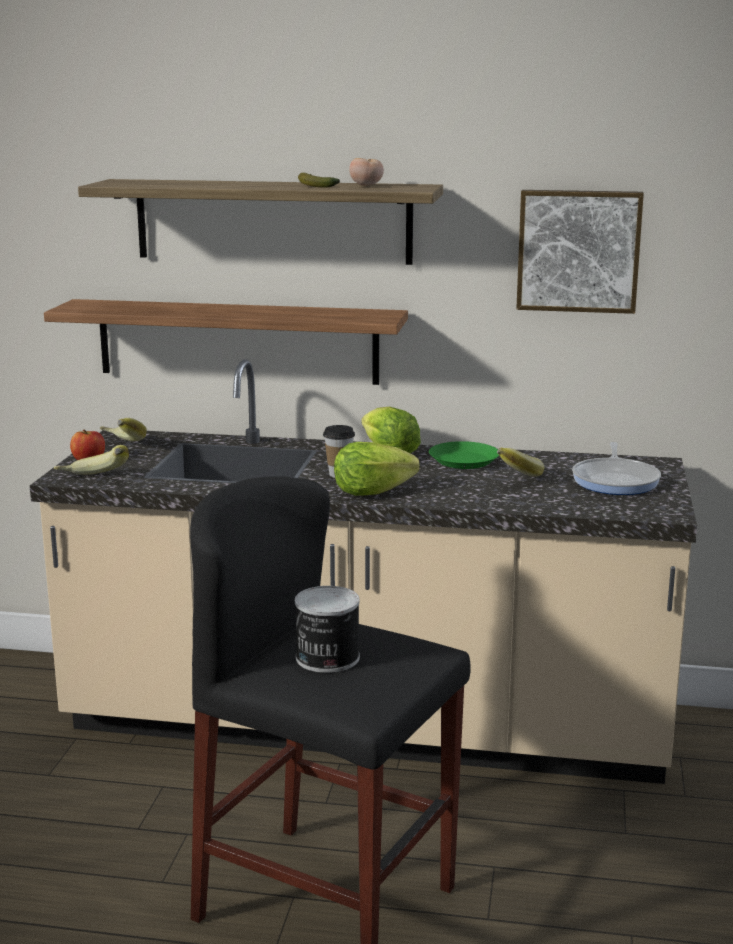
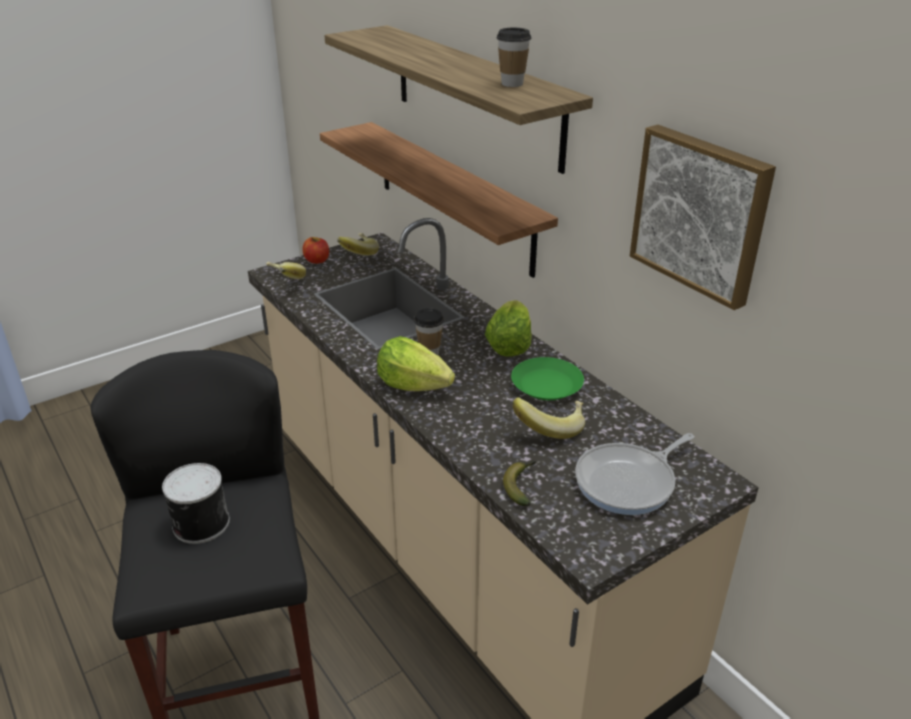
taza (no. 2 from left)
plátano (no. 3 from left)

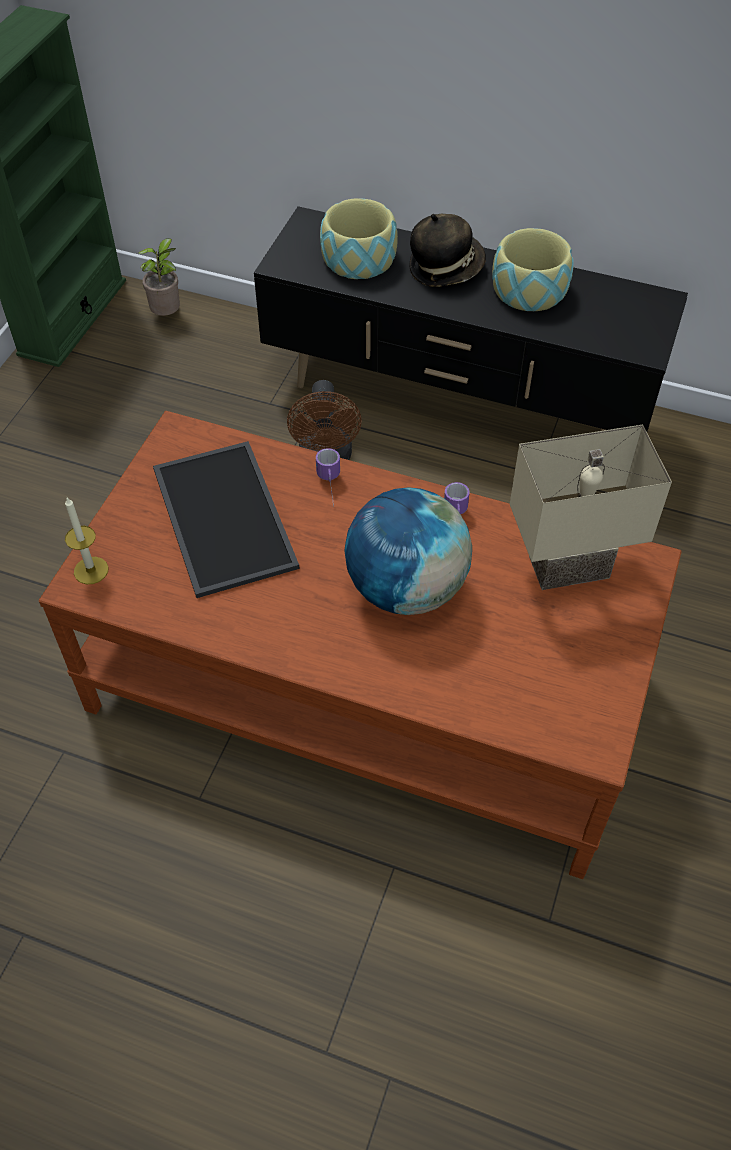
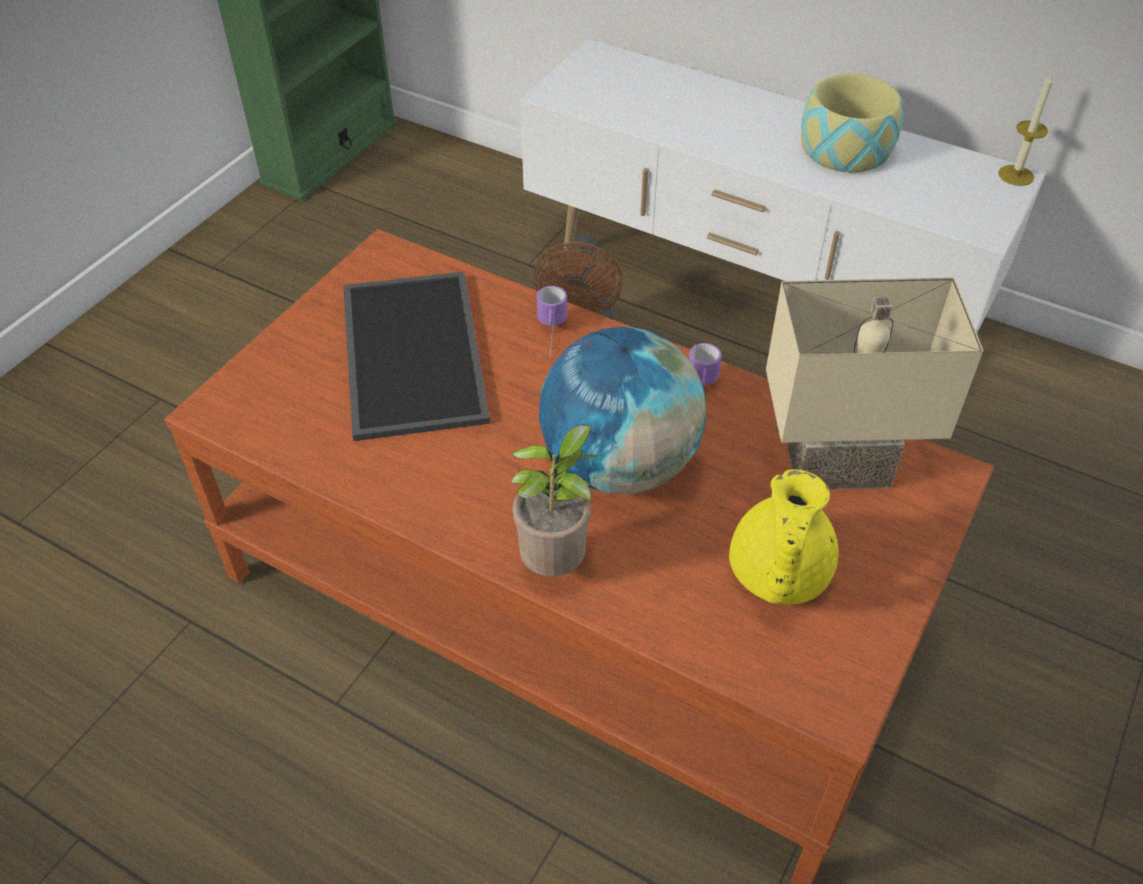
planta en maceta
mueble de televisión [blanco]
tetera [amarillo]
vela
cuenco (no. 1 from left in the first image)
sombrero

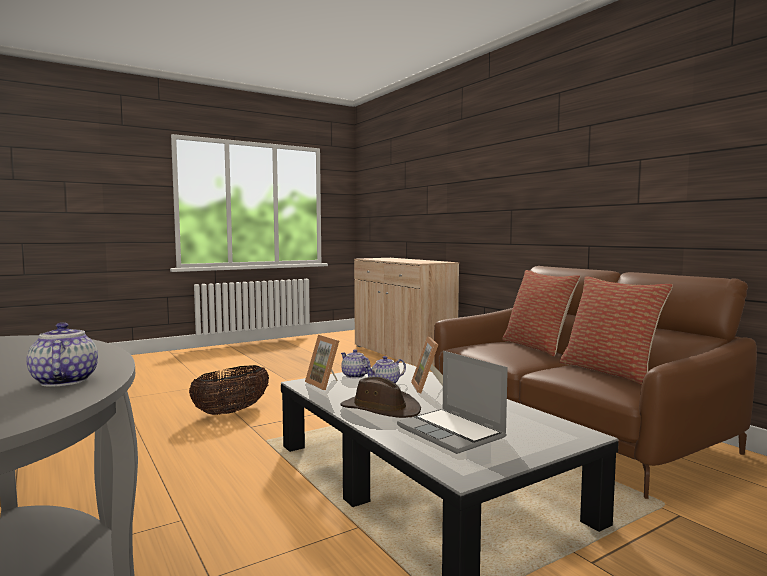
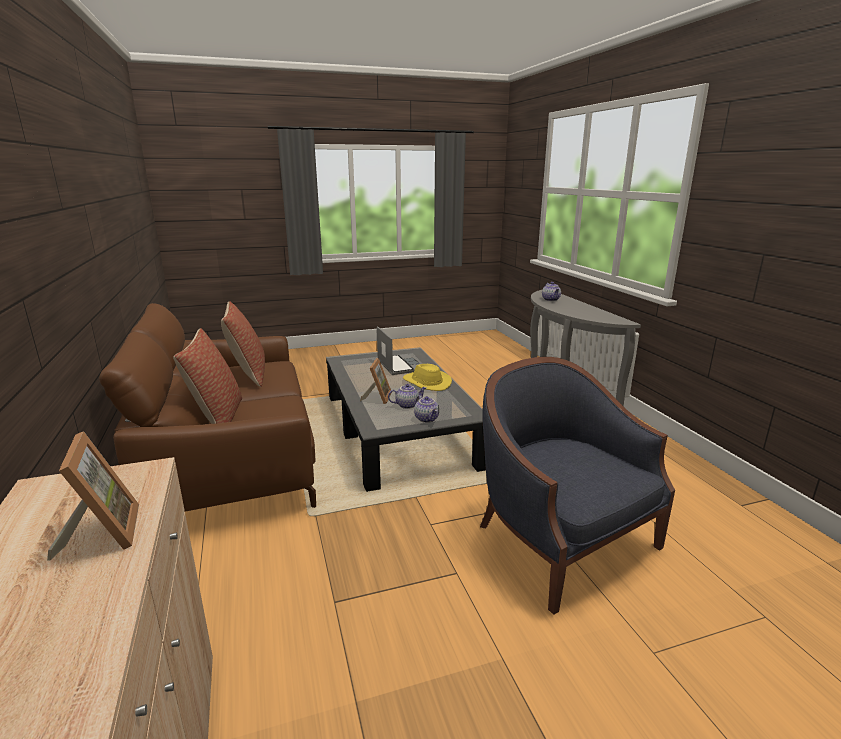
portarretratos (no. 1 from left)
sombrero [amarillo]
sillón [azul]

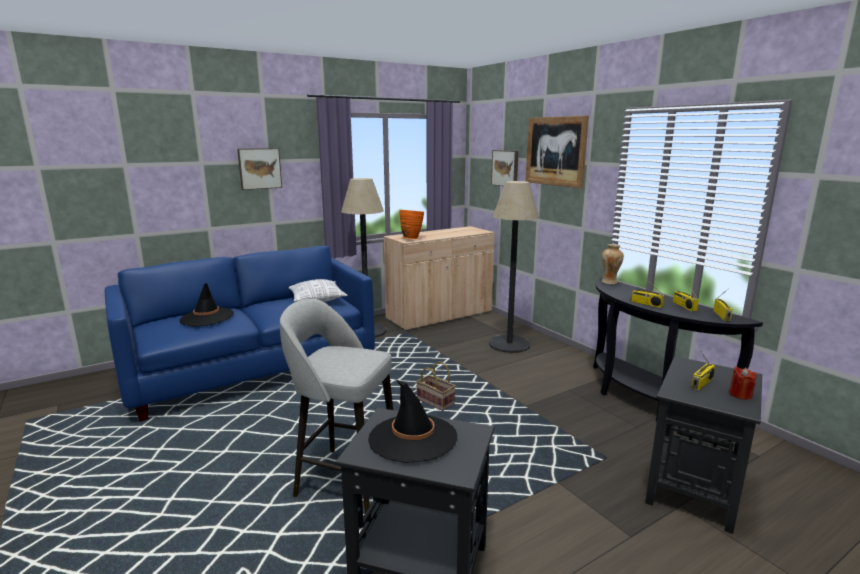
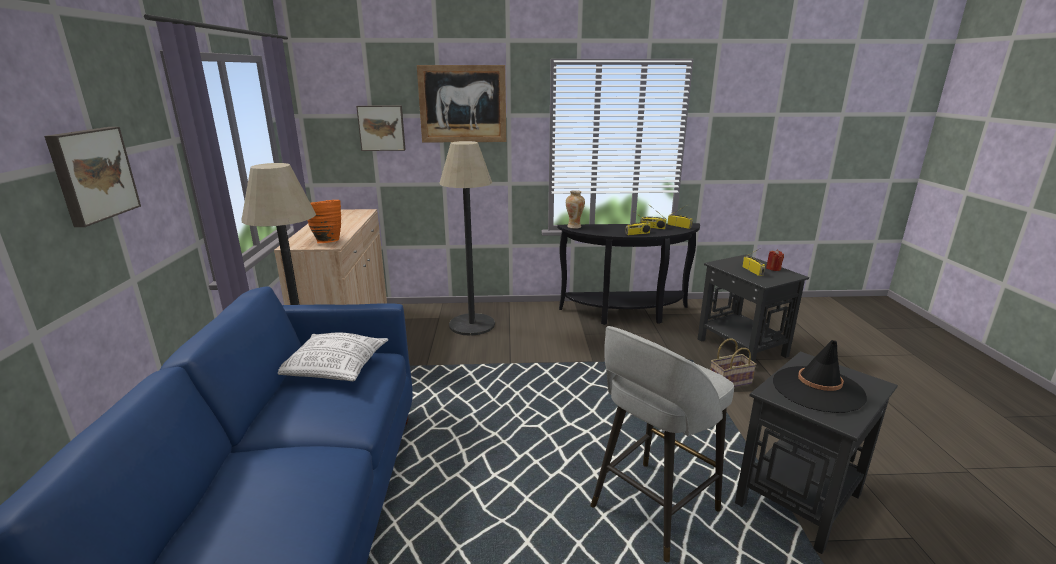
cesta
sombrero [negro] (no. 1 from left in the first image)

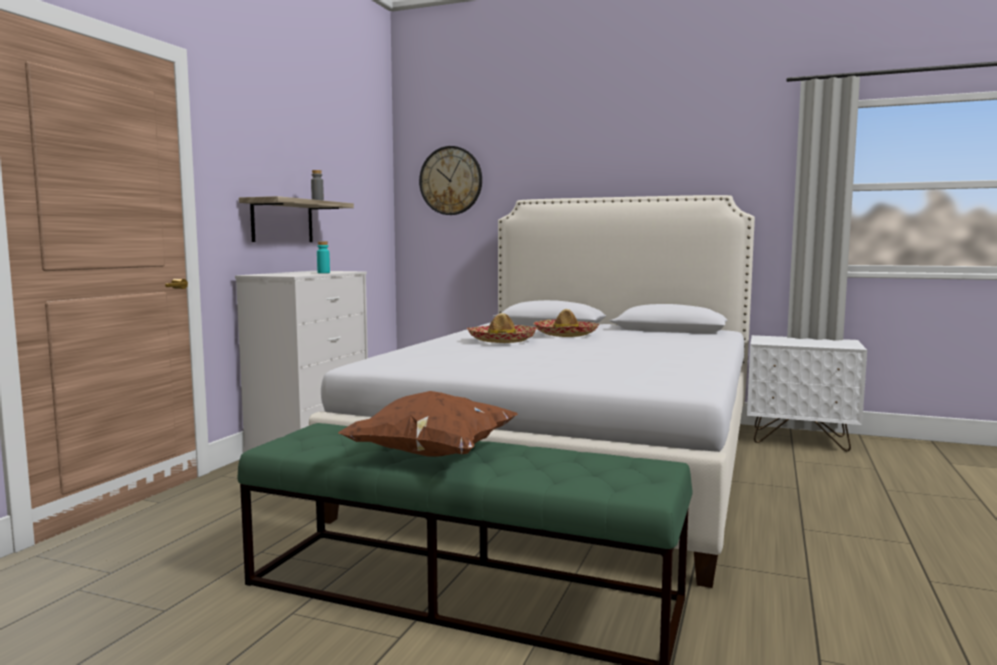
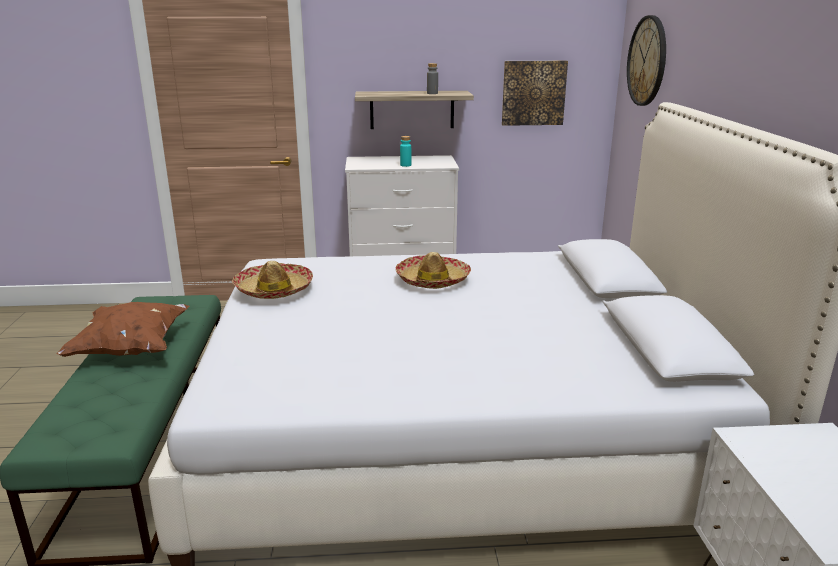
sombrero (no. 1 from left)
cuadro

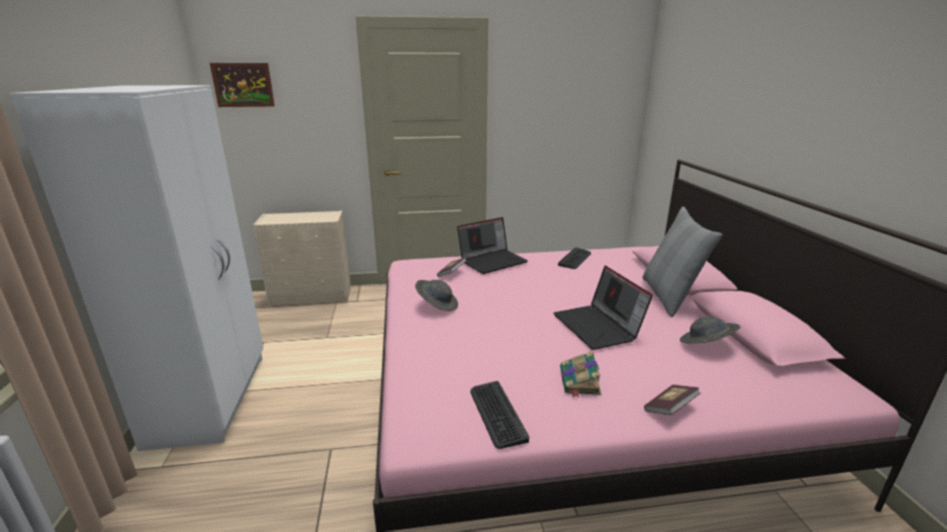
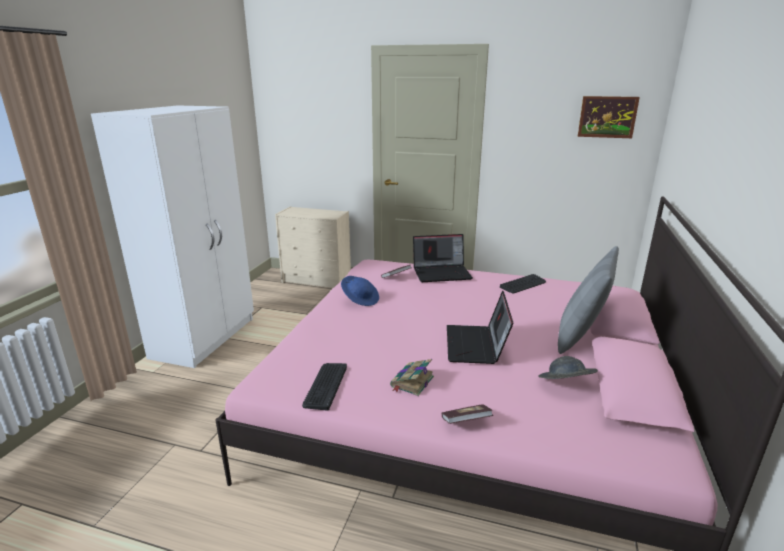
sombrero [azul]
cuadro

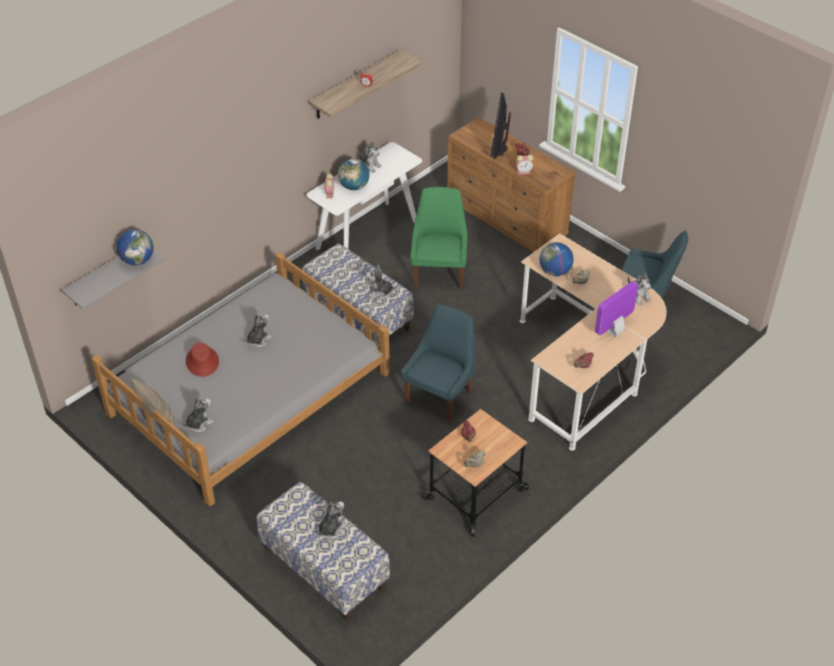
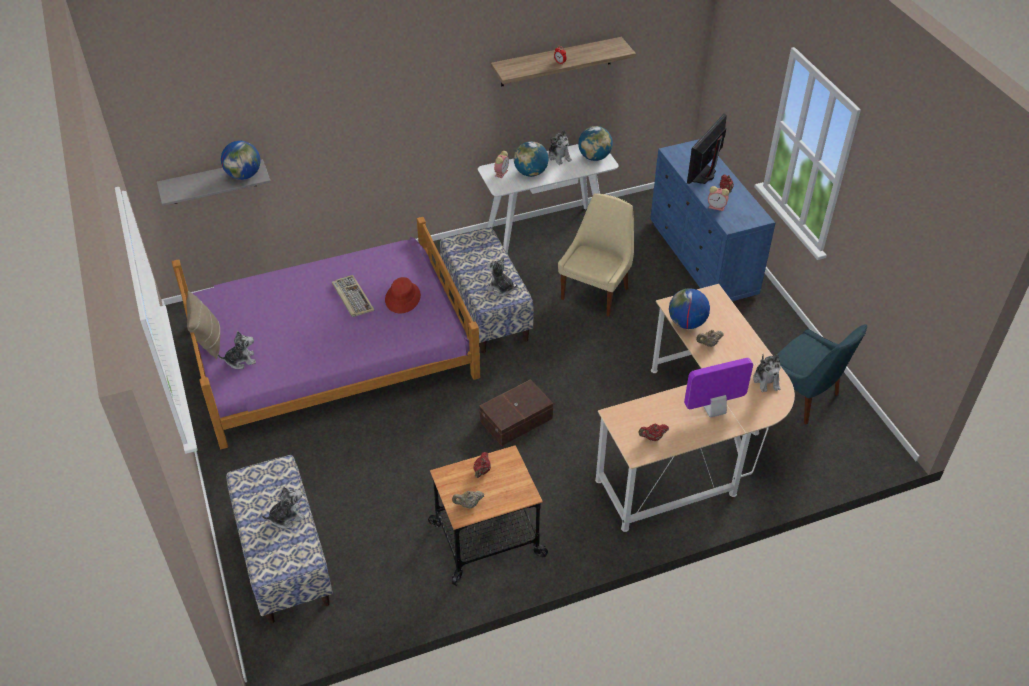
cama [morado]
teclado
sombrero [rojo]
caja de almacenaje [marrón]
silla [beis]
globo terráqueo (no. 3 from left)
cómoda [azul]

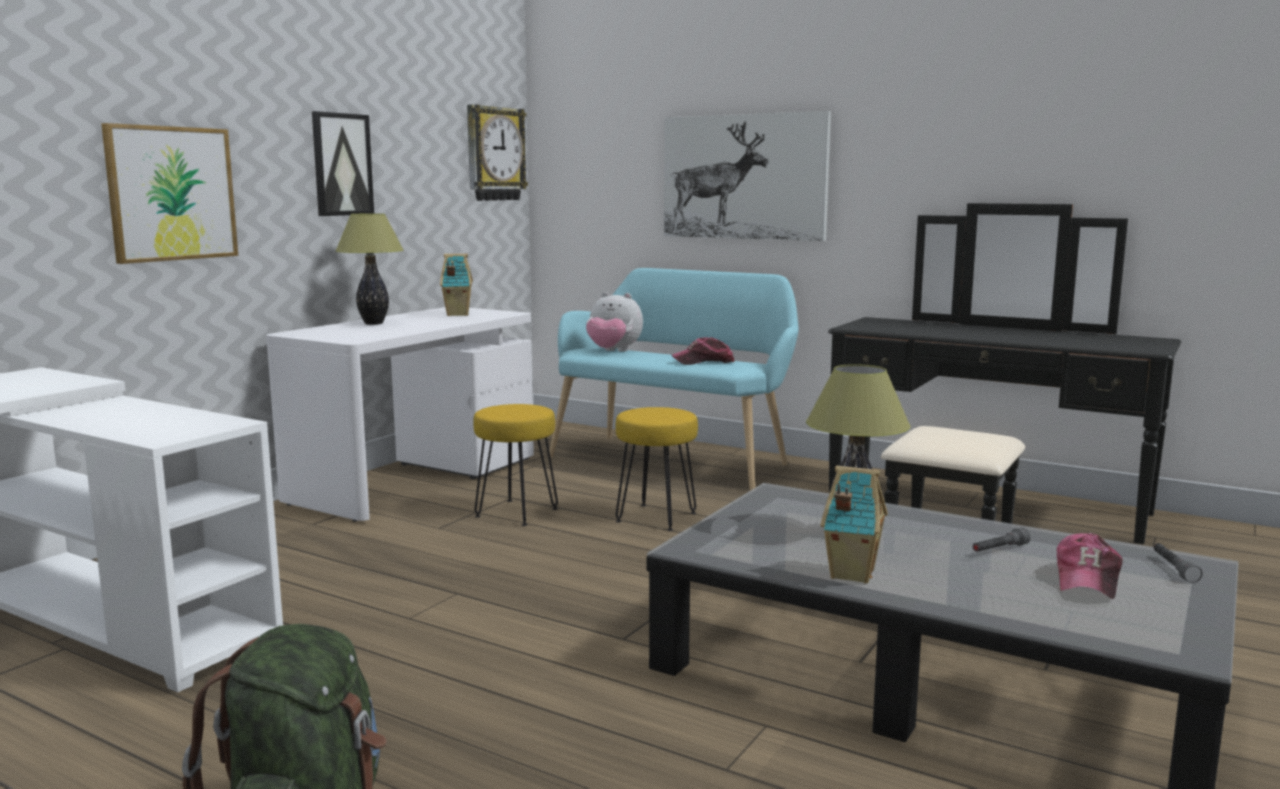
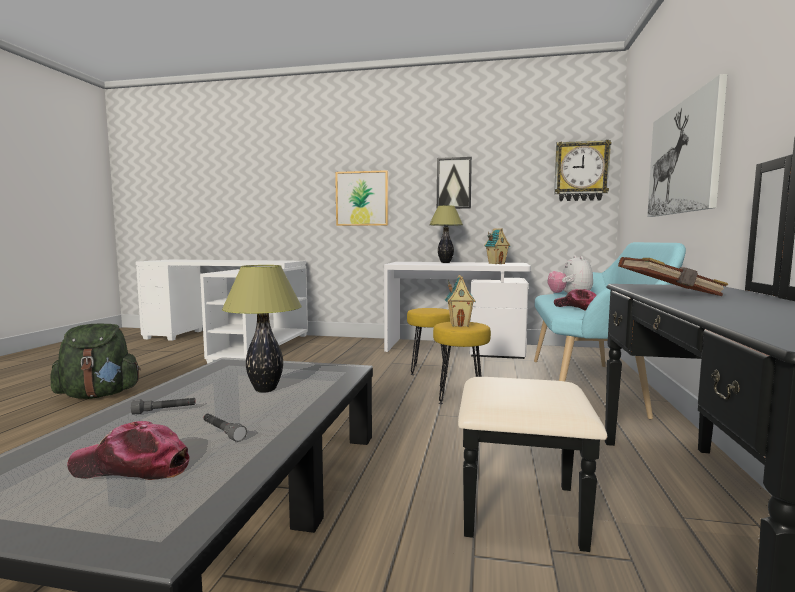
linterna [gris] (no. 1 from left)
casita (no. 1 from left)
libro [marrón]

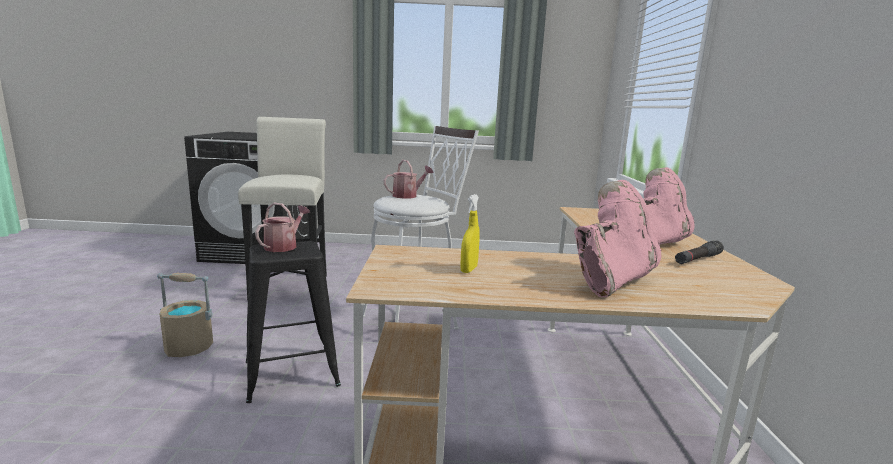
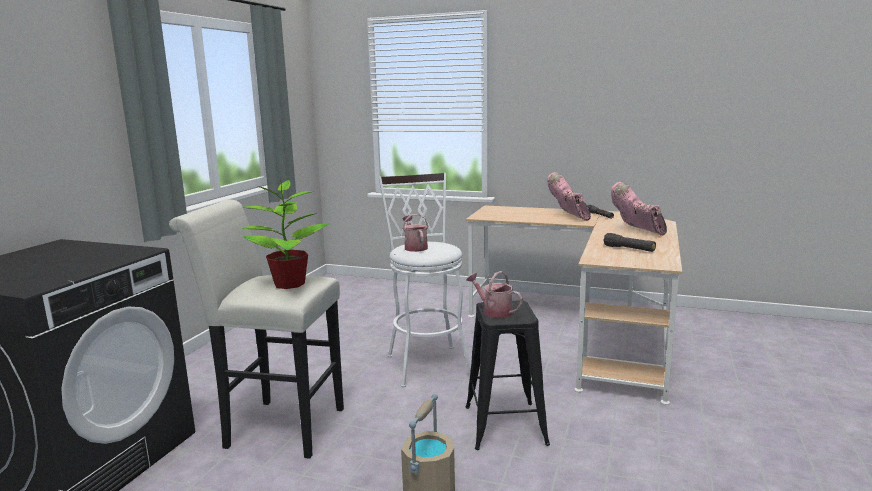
planta en maceta
linterna [negro] (no. 2 from left)

